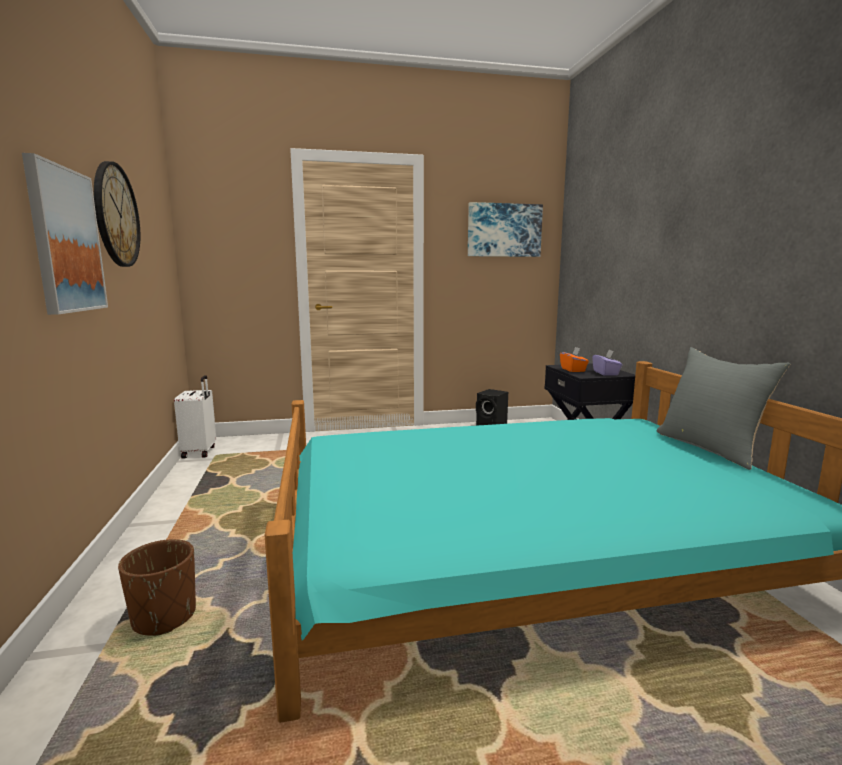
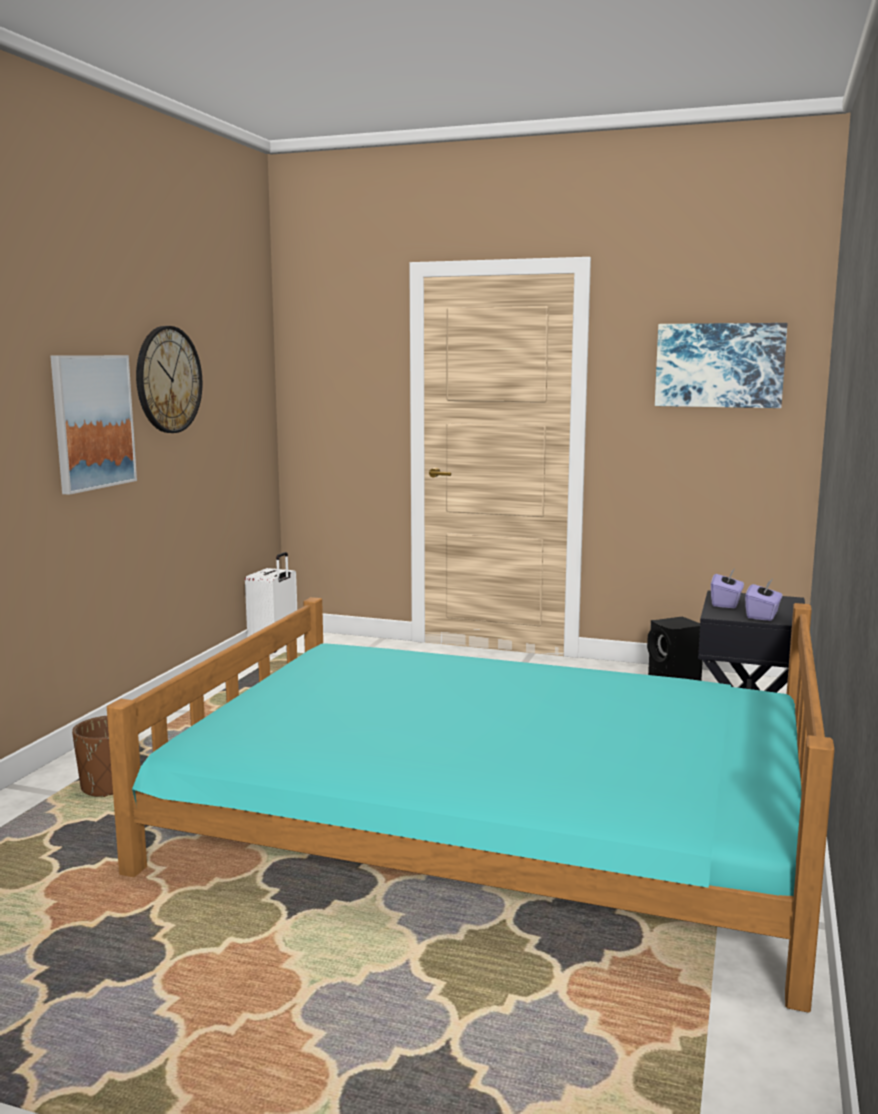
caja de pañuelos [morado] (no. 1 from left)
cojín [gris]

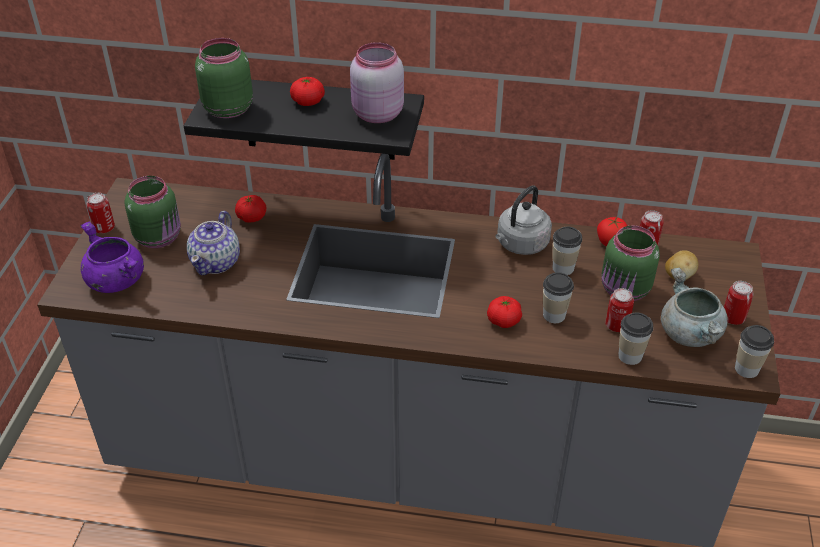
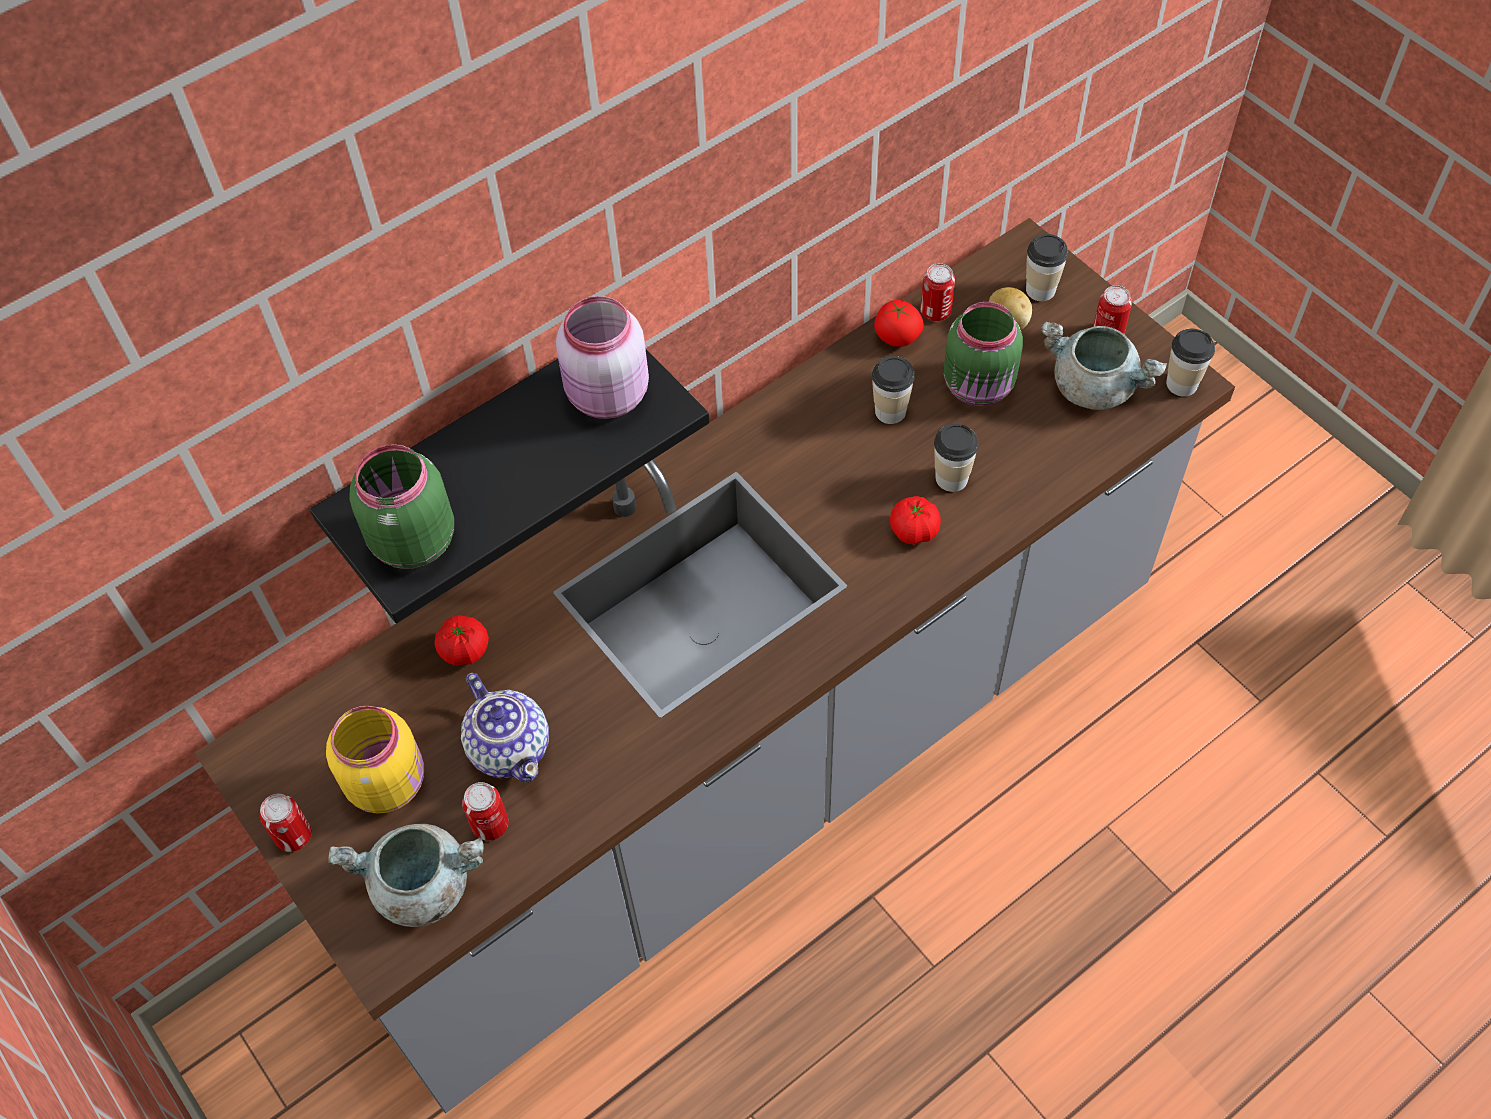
tarro [amarillo]
olla [gris] (no. 1 from left)
lata (no. 2 from left)
taza (no. 3 from left)
tomate (no. 2 from left in the first image)
hervidor [gris]

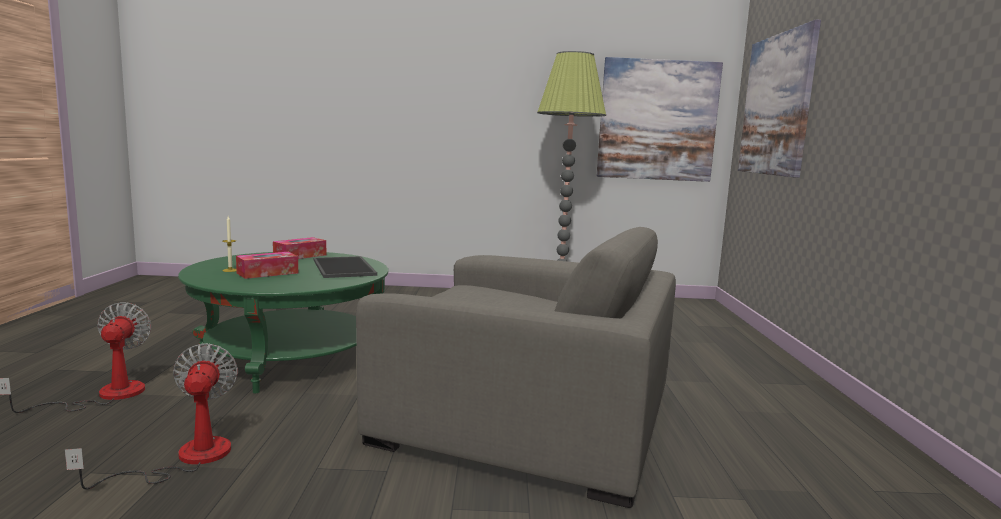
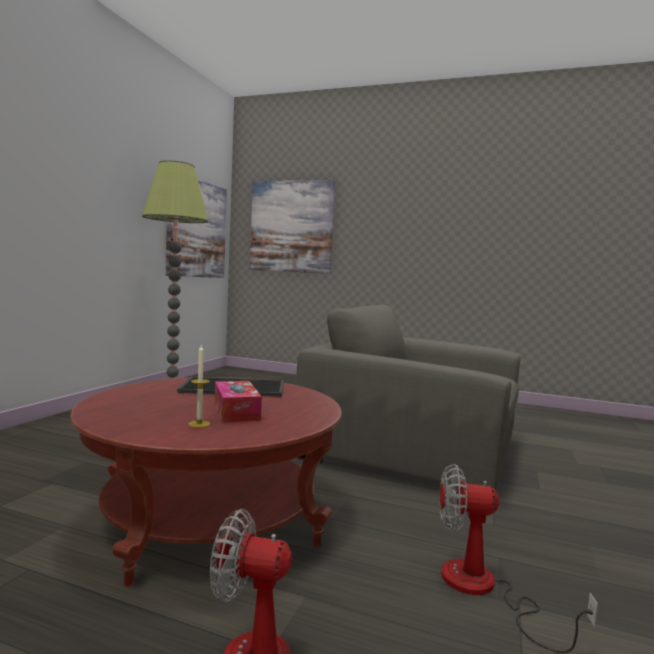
mesa de centro [rojo]
sillón [gris]
caja de pañuelos (no. 2 from left in the first image)

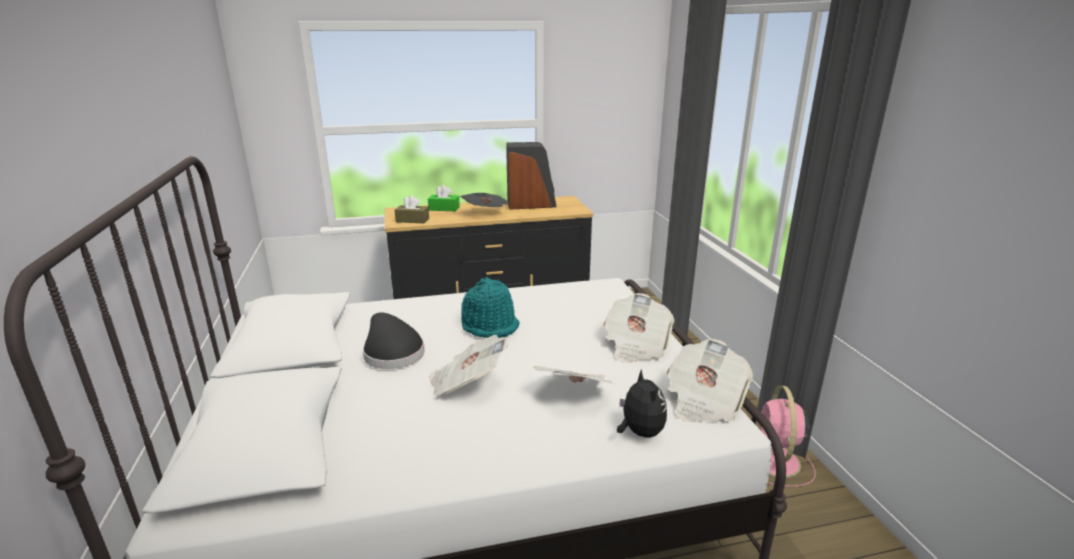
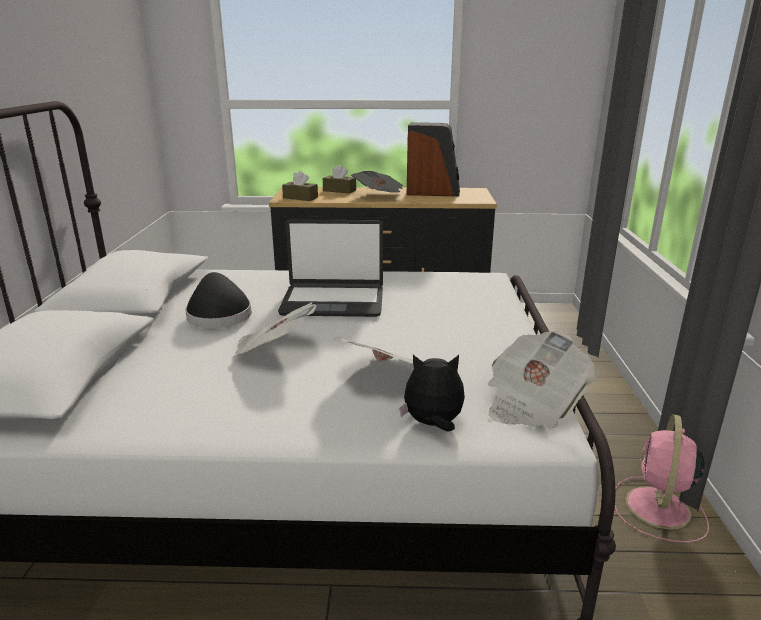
portátil
caja de pañuelos [marrón] (no. 2 from left)
peluche
periódico (no. 4 from left in the first image)

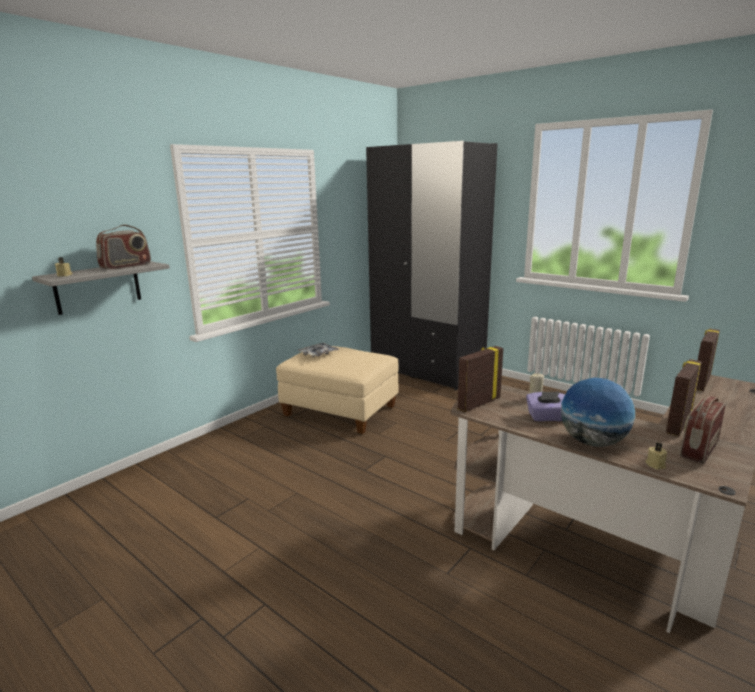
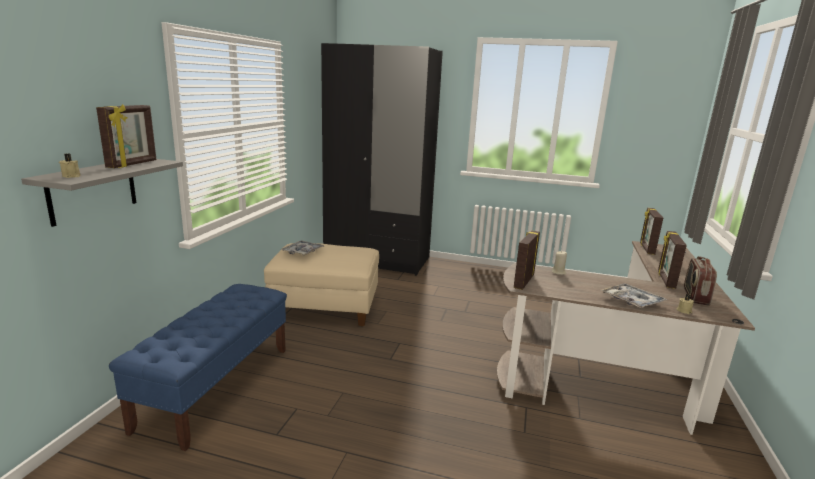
portarretratos (no. 1 from left)
banco [azul]
bandeja (no. 2 from left)
caja de pañuelos [morado]

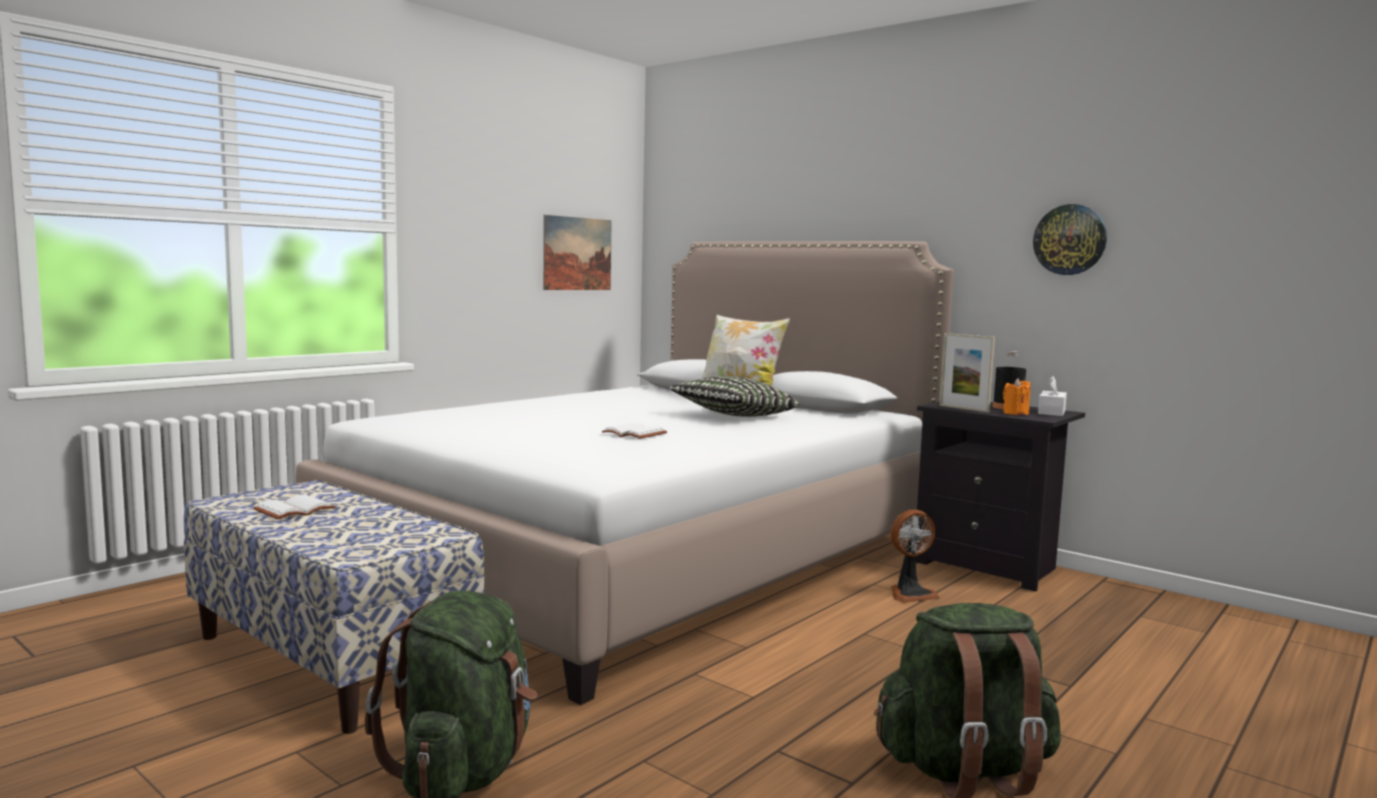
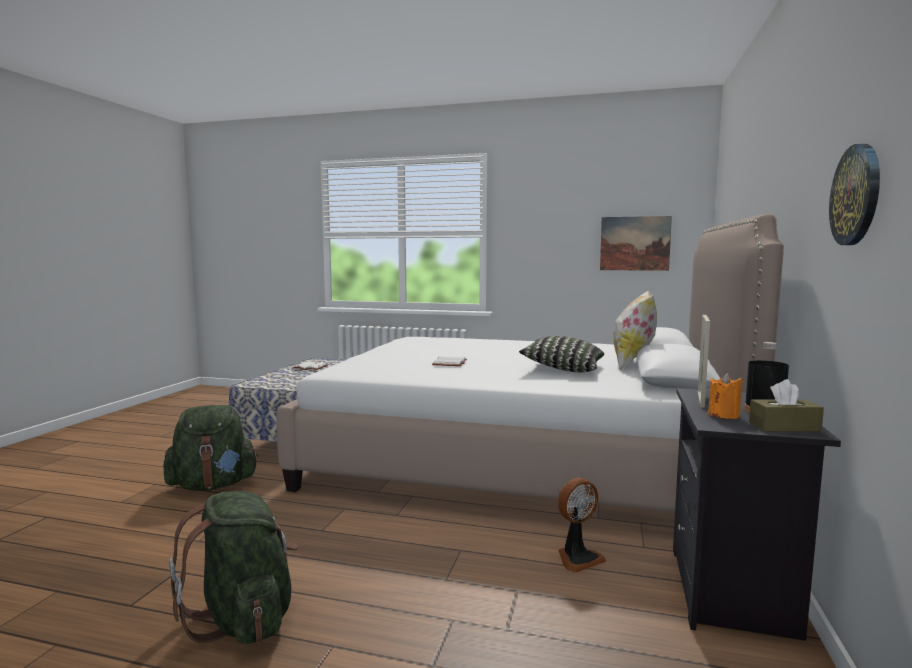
ventilador
caja de pañuelos [marrón]

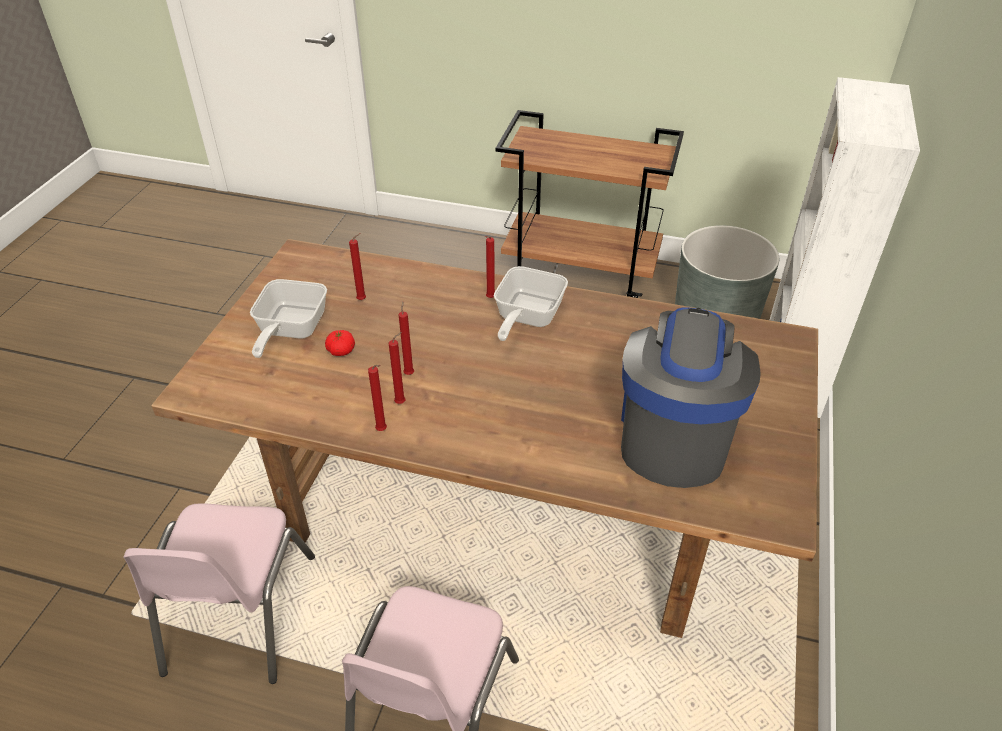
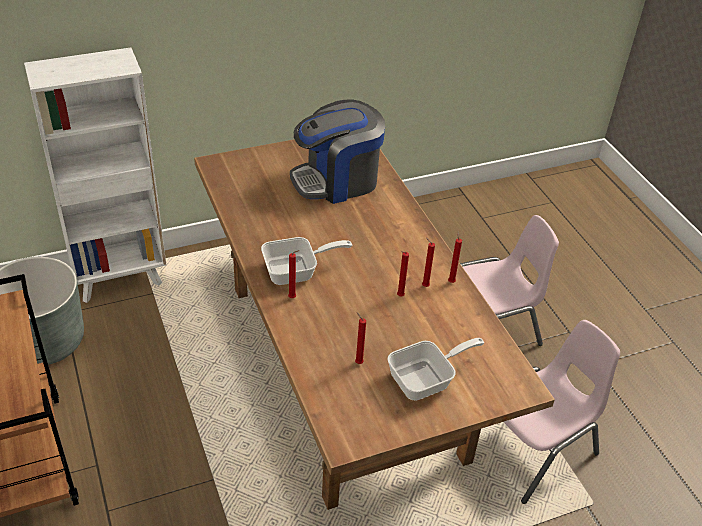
tomate

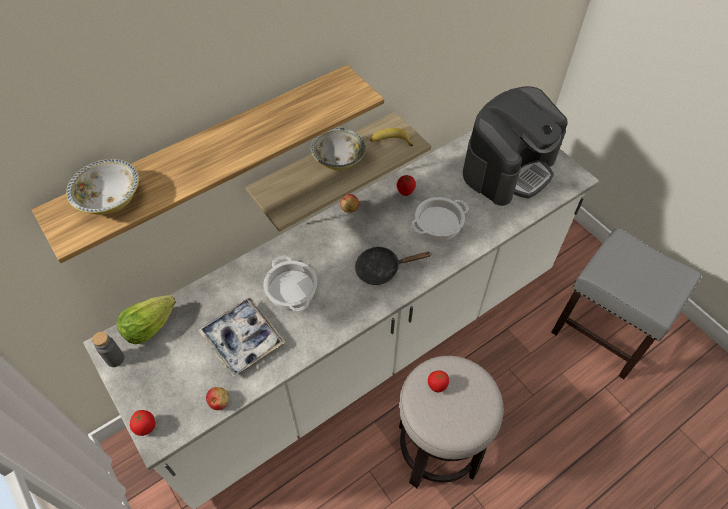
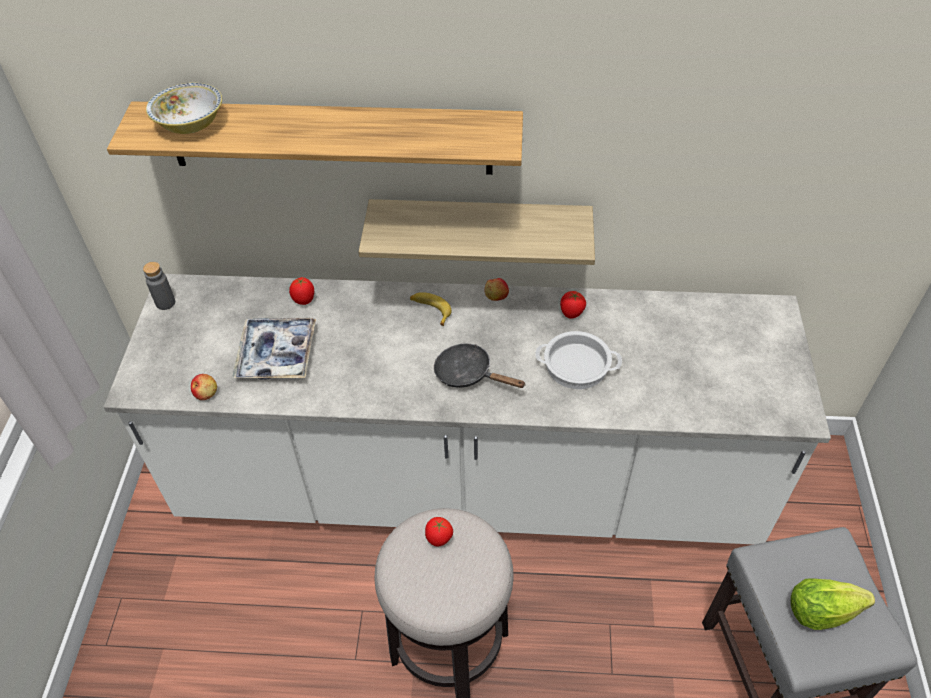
tomate (no. 1 from left)
plátano
lechuga
olla (no. 1 from left in the first image)
cuenco (no. 2 from left in the first image)
cafetera

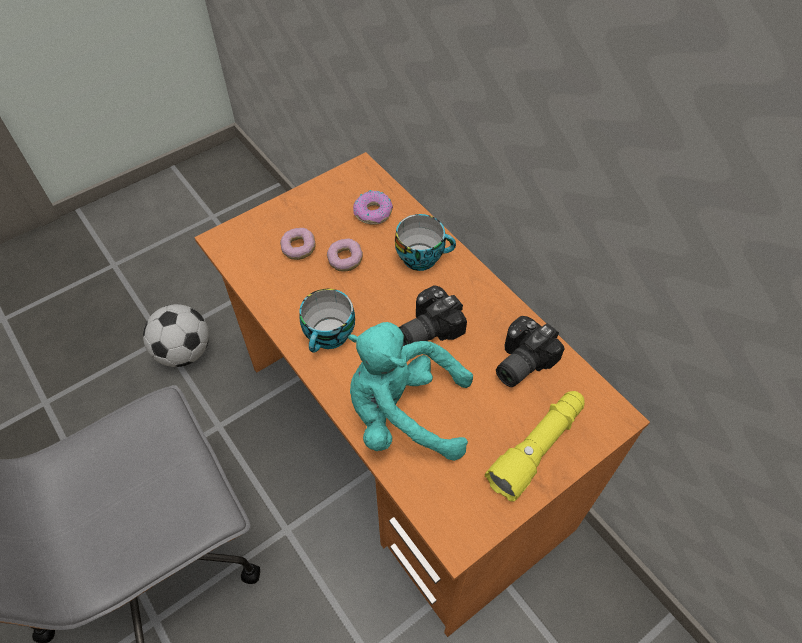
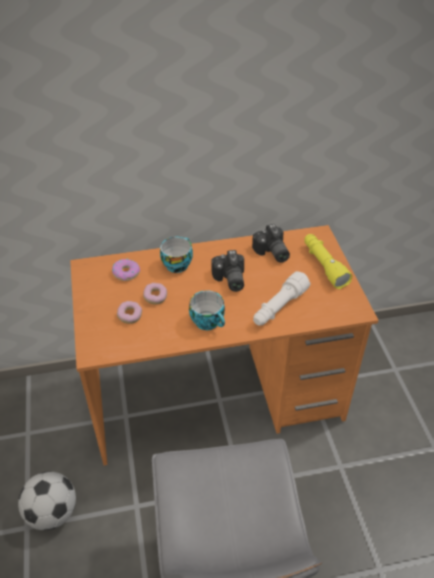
linterna [blanco]

